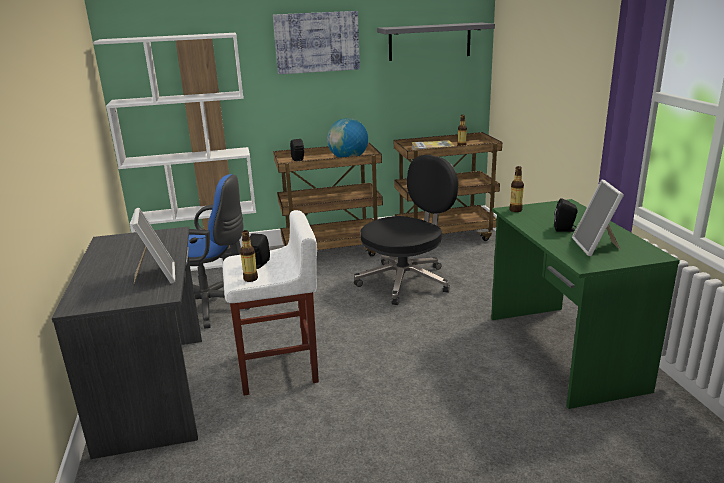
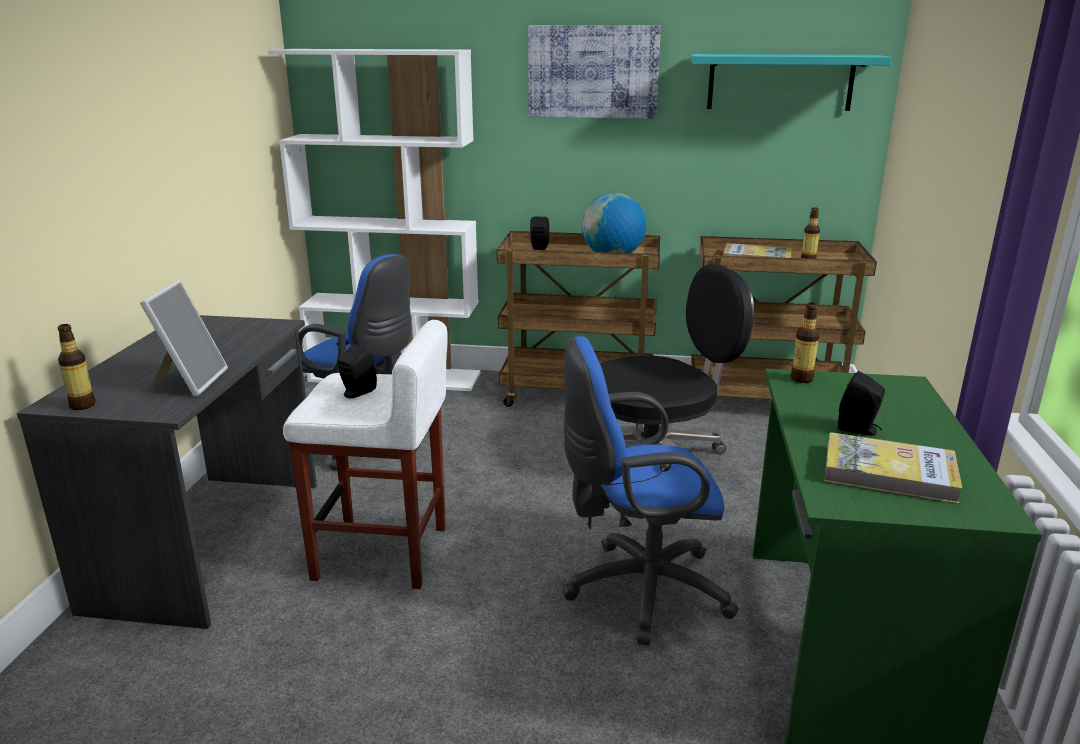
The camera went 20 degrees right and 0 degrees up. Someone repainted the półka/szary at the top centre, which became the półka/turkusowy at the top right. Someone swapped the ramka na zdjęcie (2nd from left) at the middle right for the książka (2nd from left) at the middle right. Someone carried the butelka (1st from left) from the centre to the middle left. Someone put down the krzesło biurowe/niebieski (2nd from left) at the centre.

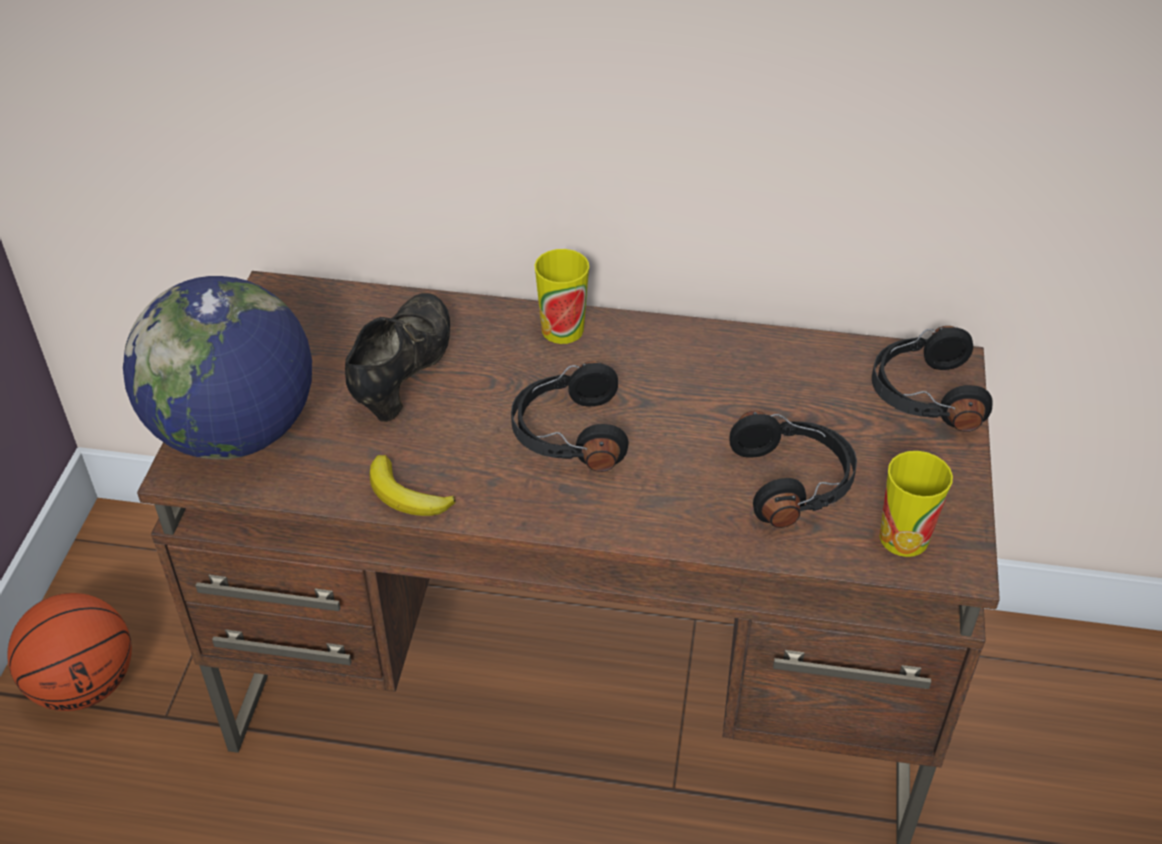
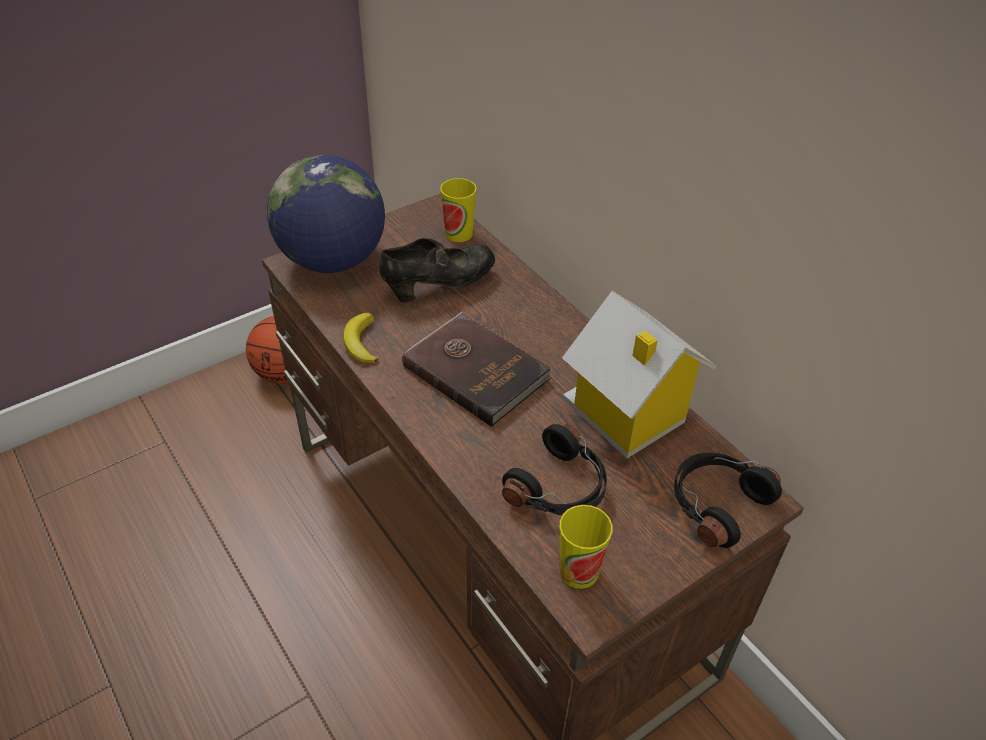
The camera went 45 degrees right and 0 degrees up. Someone carried the filiżanka (1st from left) from the centre to the top centre. Someone swapped the słuchawki/czarny (1st from left) at the centre for the książka/brązowy at the centre. Someone put down the domek at the centre.

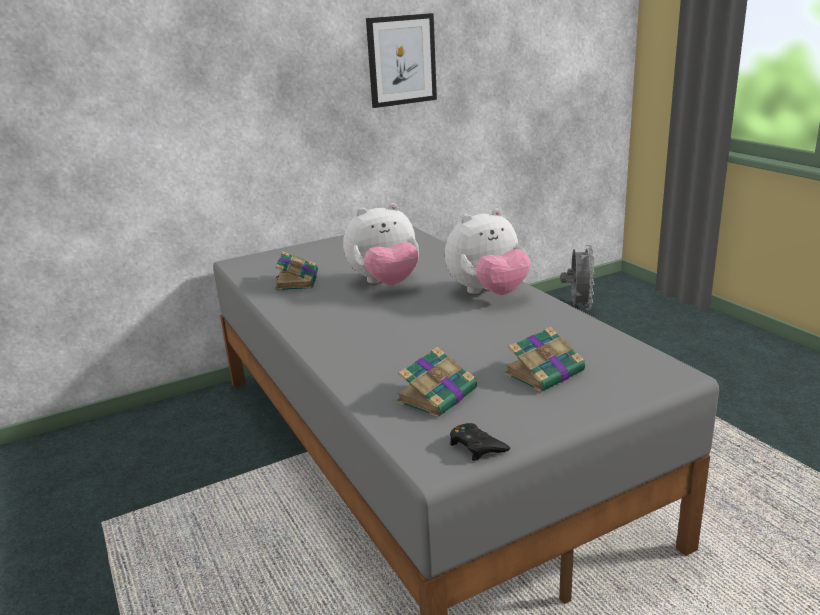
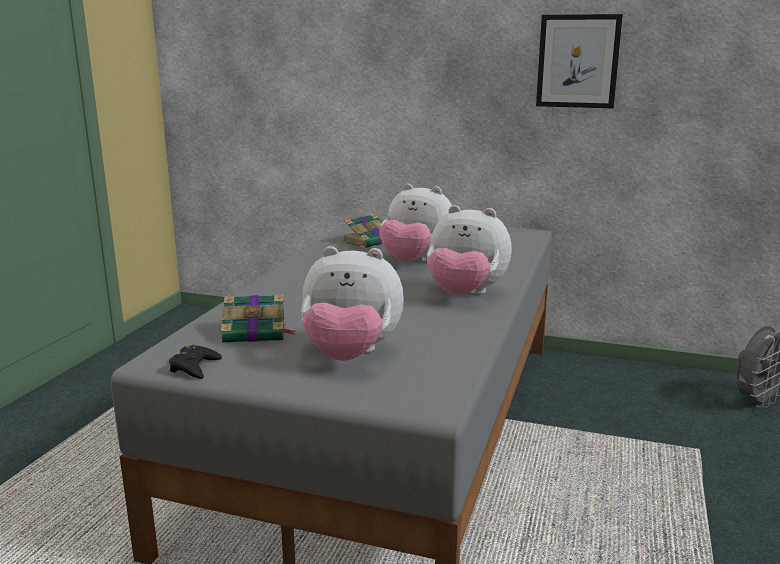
The camera went 45 degrees right and 5 degrees down. Someone swapped the książka (3rd from left) at the centre for the pluszak (1st from left) at the centre.

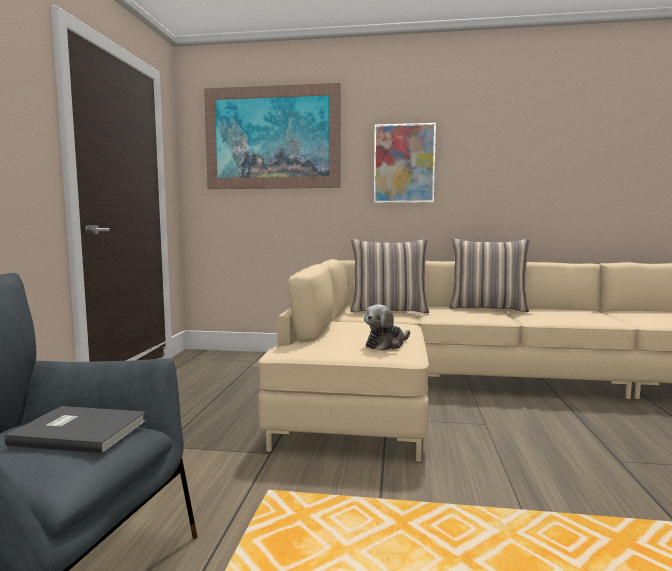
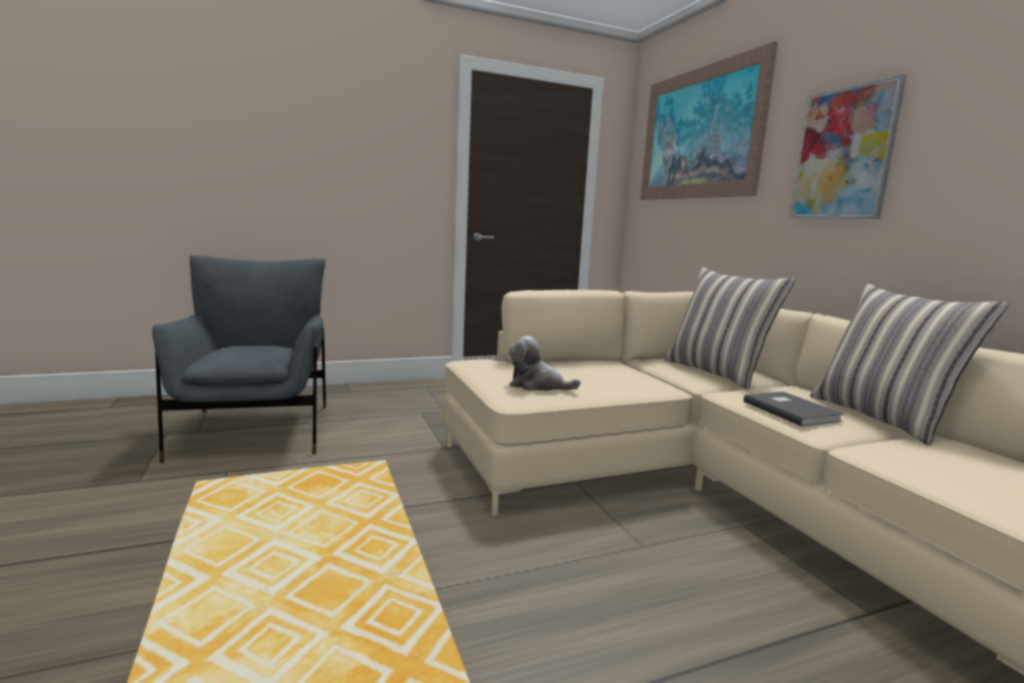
The camera went 60 degrees right and 5 degrees up. Someone carried the książka/szary from the bottom left to the middle right.

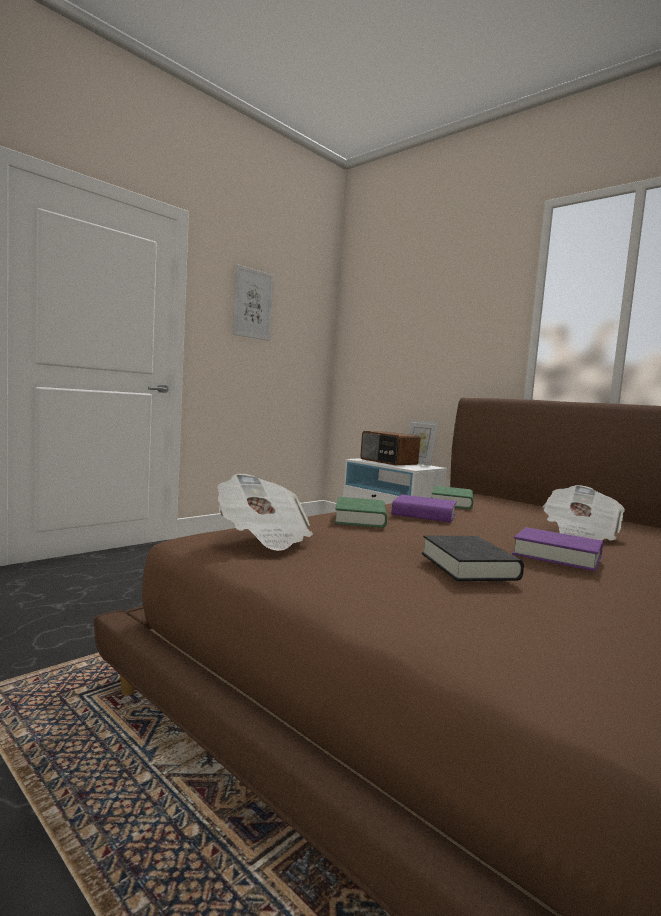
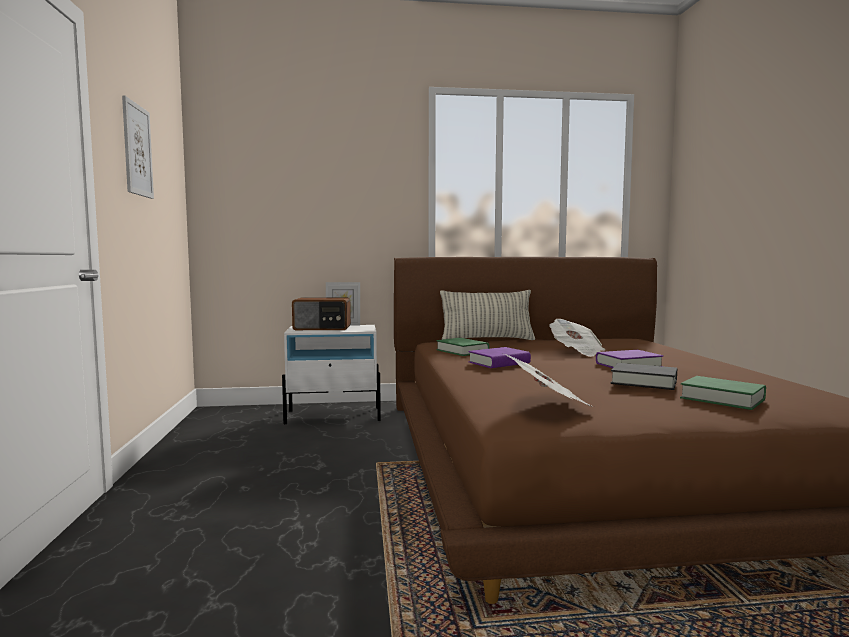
The camera went 50 degrees left and 0 degrees up. Someone carried the książka/zielony (1st from left in the first image) from the centre to the middle right. Someone put down the poduszka at the centre.

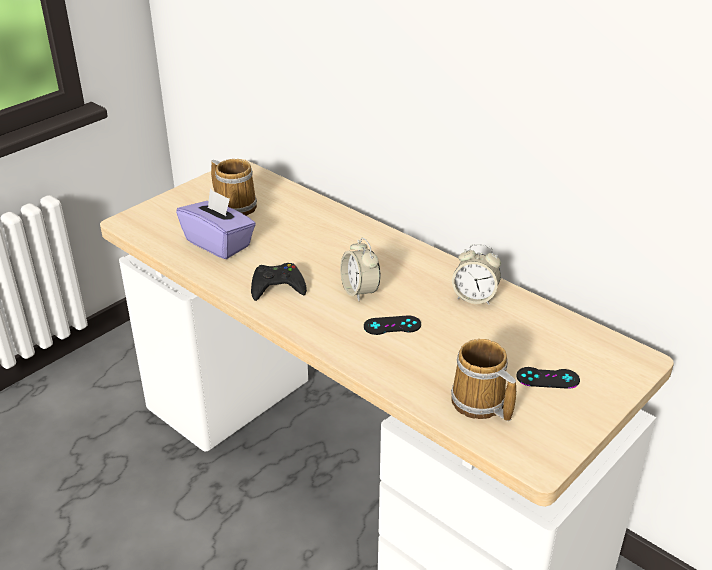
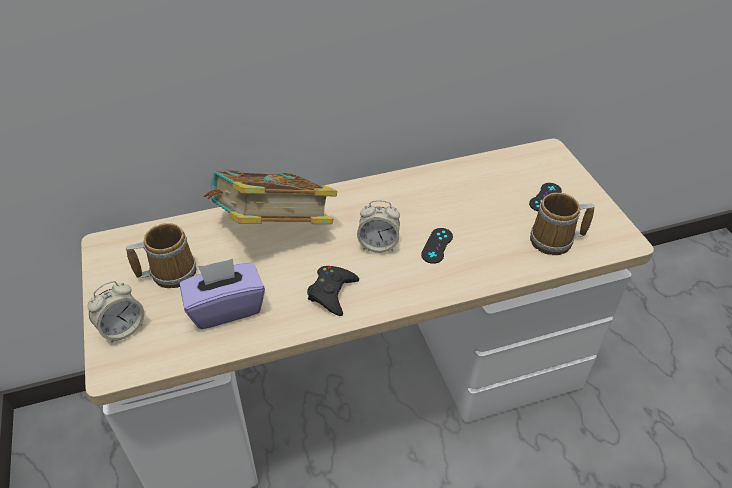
The camera went 60 degrees left and 10 degrees up. Someone carried the budzik (2nd from left in the first image) from the middle right to the middle left. Someone put down the książka at the centre.

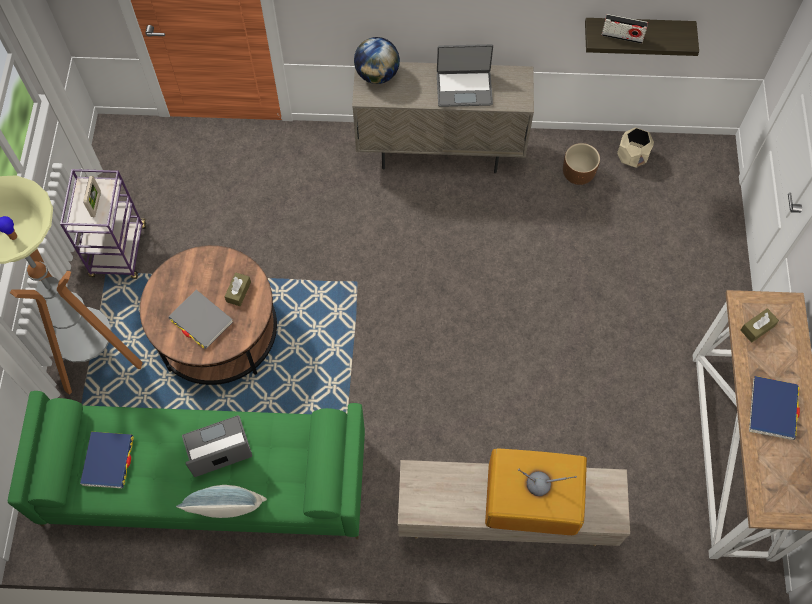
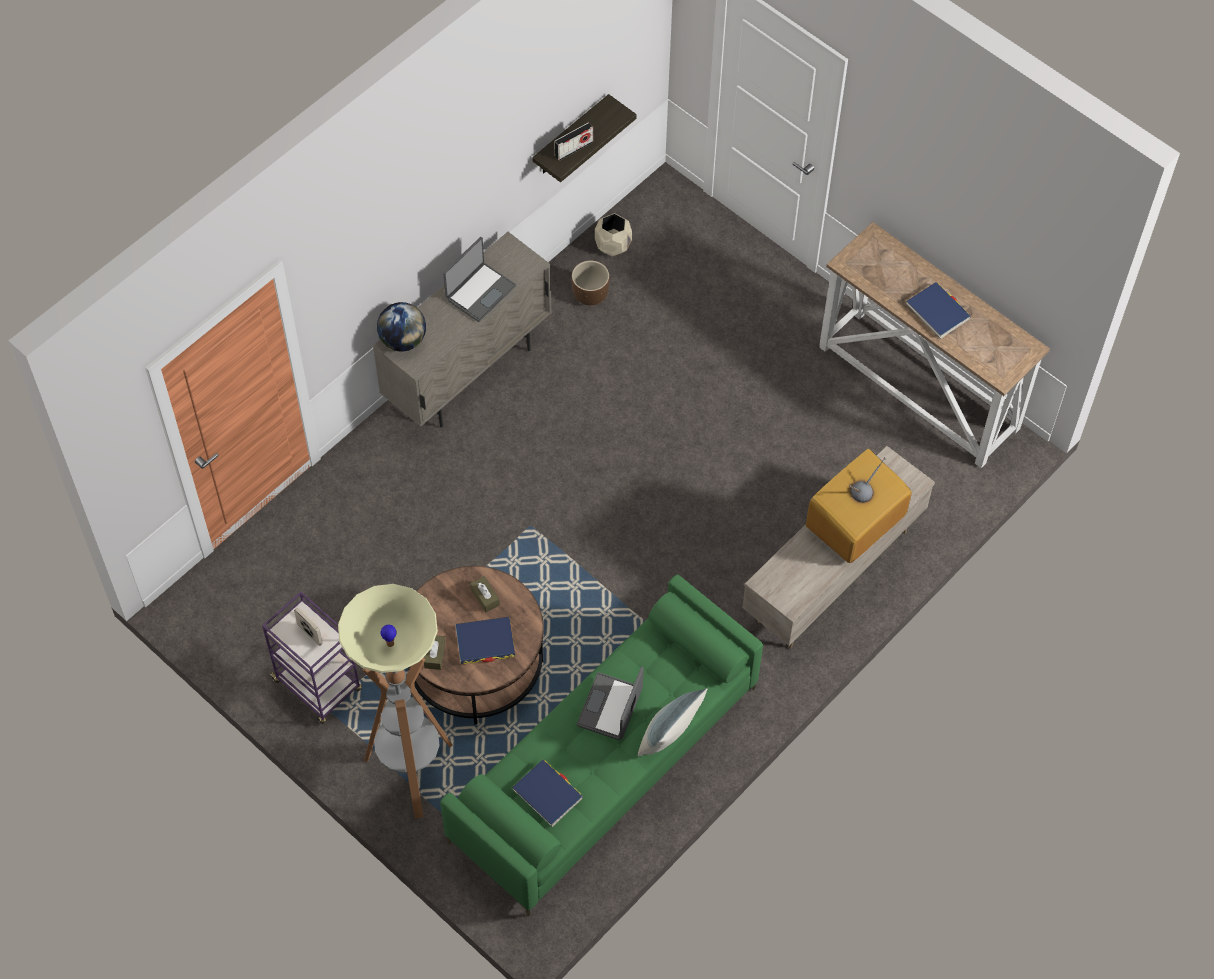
The camera went 50 degrees left and 5 degrees down. Someone repainted the książka/szary at the middle left, which became the książka/niebieski (1st from left) at the centre. Someone carried the pudełko chusteczek/brązowy (2nd from left in the first image) from the middle right to the centre.

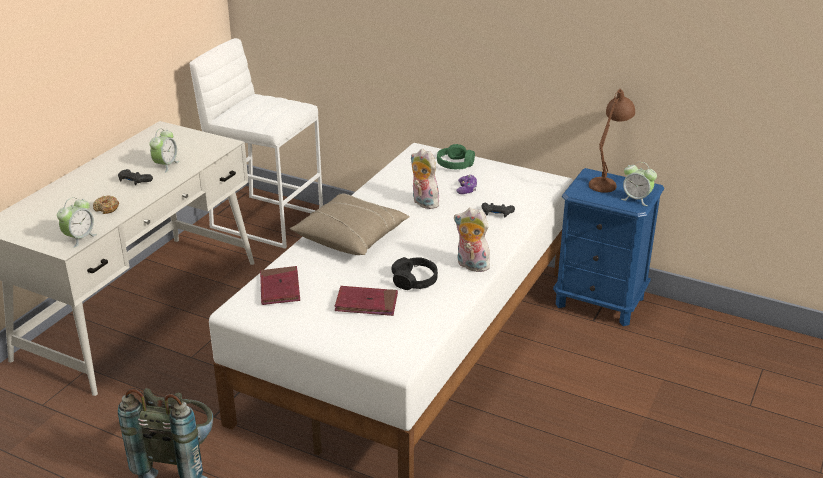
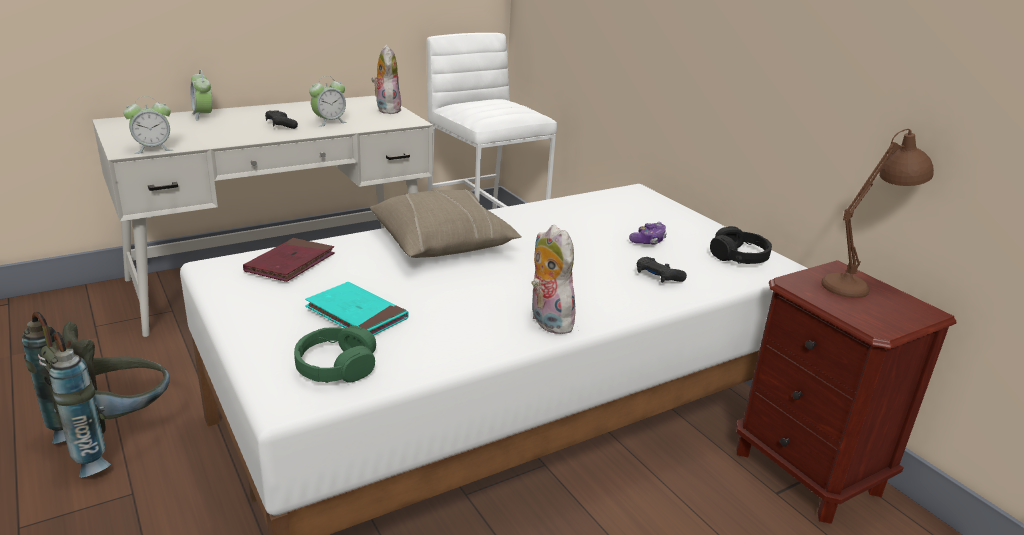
The camera went 30 degrees right and 5 degrees down. Someone carried the słuchawki/zielony from the top centre to the middle left. Someone carried the pluszak (1st from left) from the centre to the top centre. Someone carried the budzik (3rd from left in the first image) from the middle right to the top left. Someone repainted the szafka nocna/niebieski at the middle right, which became the szafka nocna/brązowy at the bottom right. Someone took away the donut at the middle left. Someone carried the słuchawki/czarny from the centre to the middle right. Someone repainted the książka/czerwony (2nd from left) at the centre, which became the książka/turkusowy at the centre.

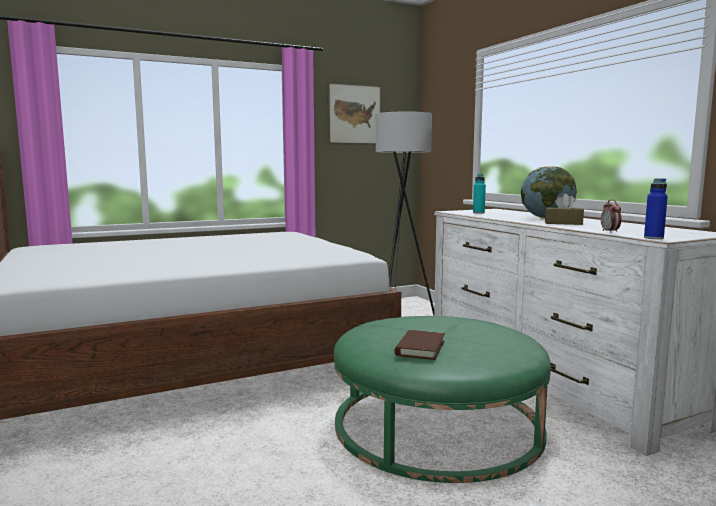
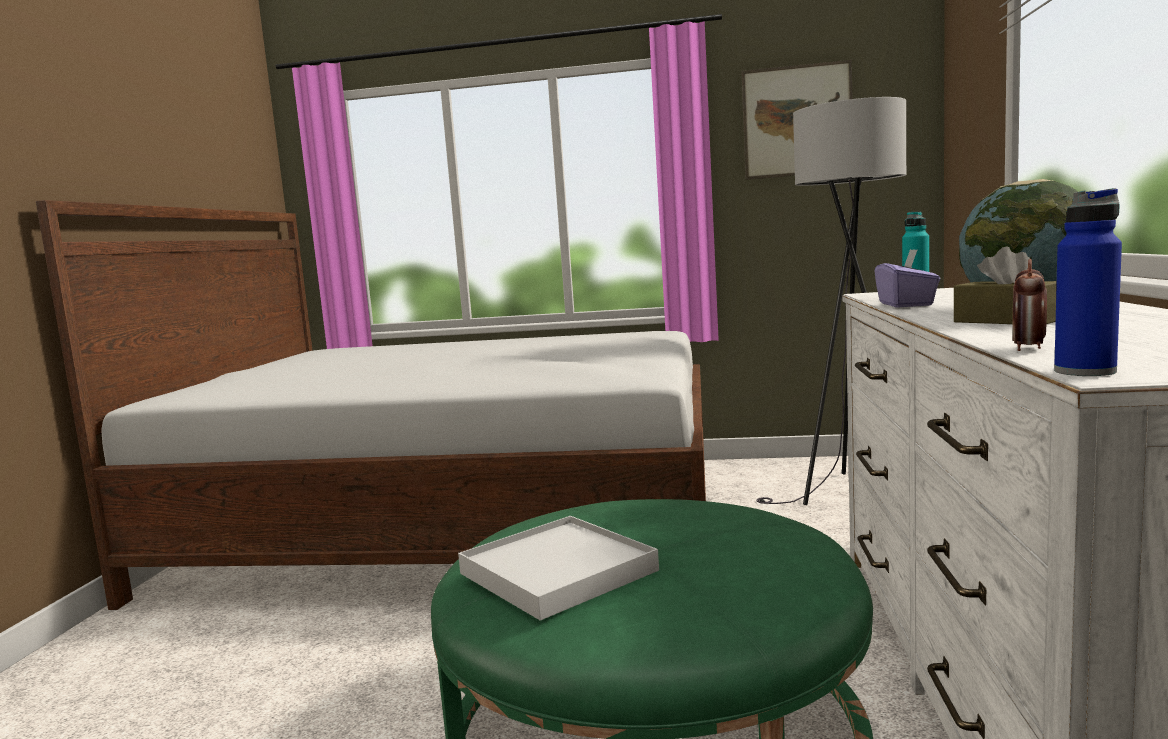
The camera went 35 degrees right and 0 degrees up. Someone swapped the książka/brązowy at the bottom centre for the taca/biały at the bottom centre. Someone put down the pudełko chusteczek/fioletowy at the middle right.

